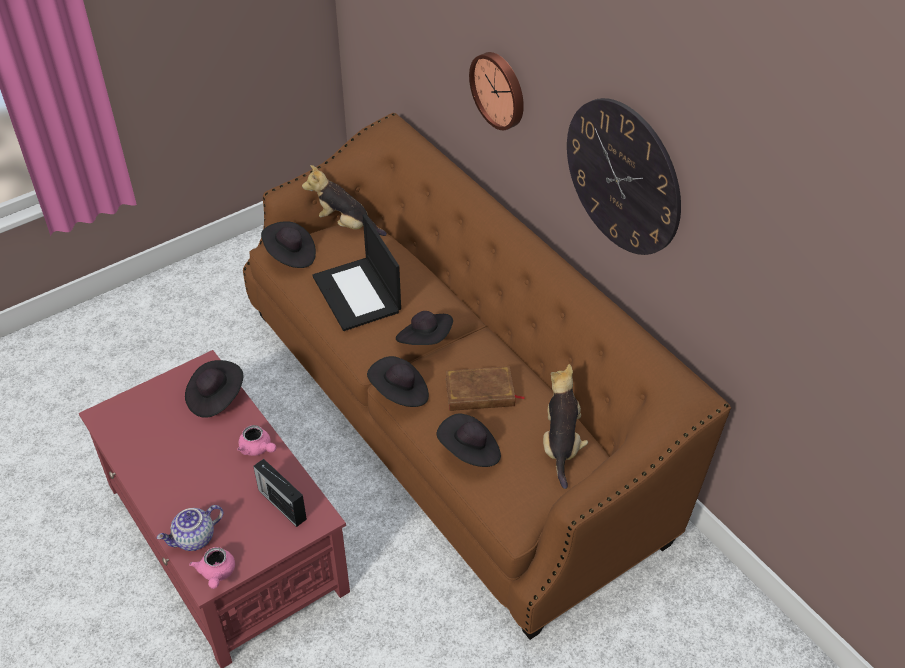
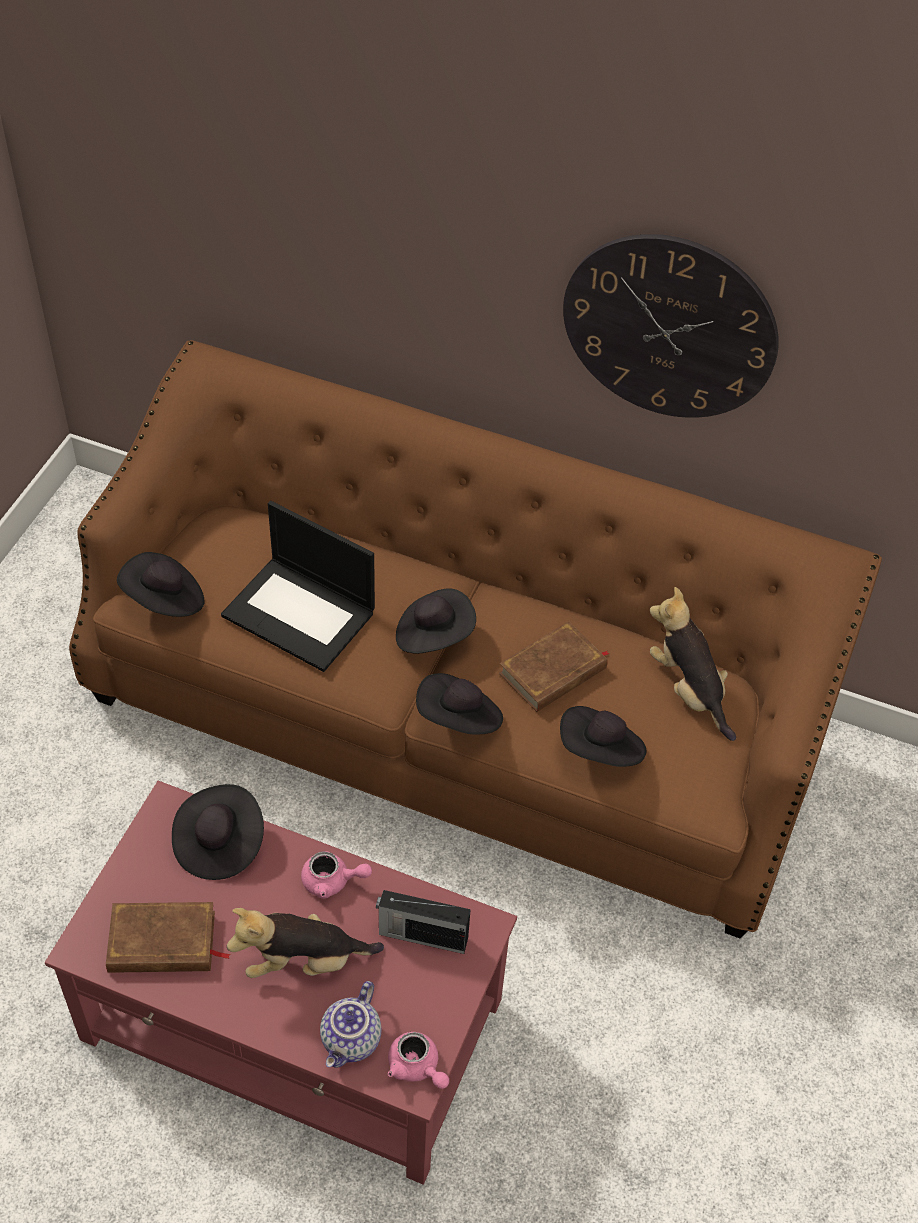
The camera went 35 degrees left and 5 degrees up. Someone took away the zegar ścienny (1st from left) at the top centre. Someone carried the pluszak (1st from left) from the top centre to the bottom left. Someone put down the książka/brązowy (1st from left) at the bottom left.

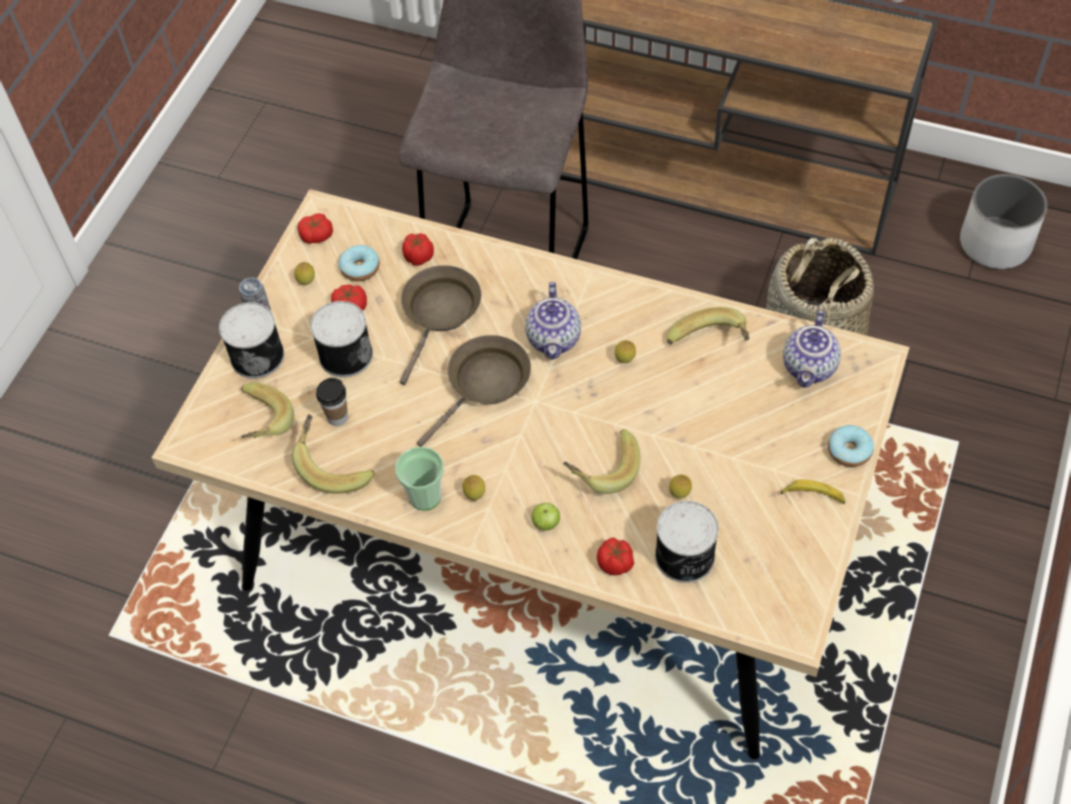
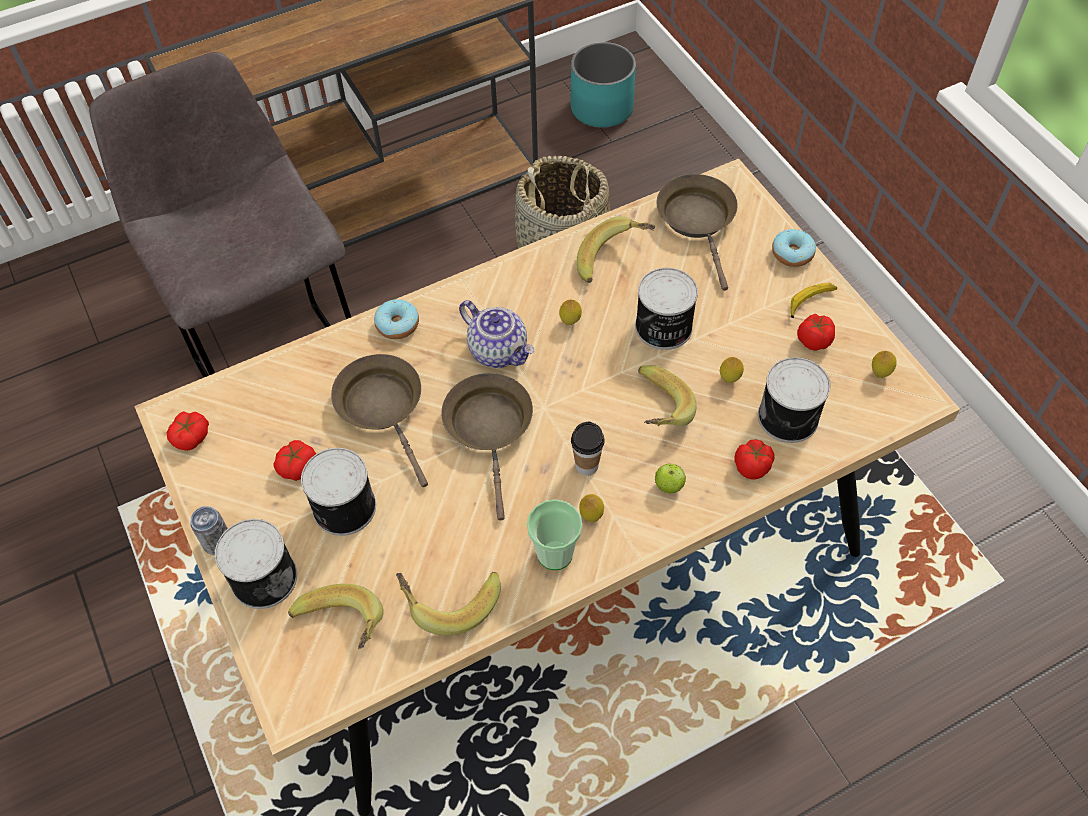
The camera went 50 degrees left and 0 degrees up. Someone repainted the donica/biały at the top right, which became the donica/turkusowy at the top centre. Someone carried the pomidor (3rd from left in the first image) from the top centre to the middle right. Someone carried the donut (1st from left) from the top centre to the centre. Someone carried the cytryna (1st from left in the first image) from the middle left to the middle right. Someone swapped the imbryk (2nd from left) at the middle right for the patelnia/brązowy (3rd from left) at the top centre. Someone carried the filiżanka (1st from left in the first image) from the middle left to the centre. Someone put down the puszka (4th from left) at the centre.

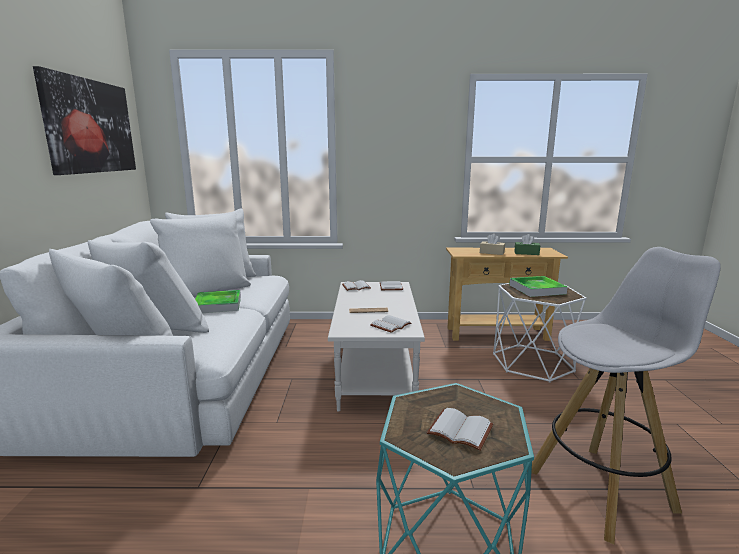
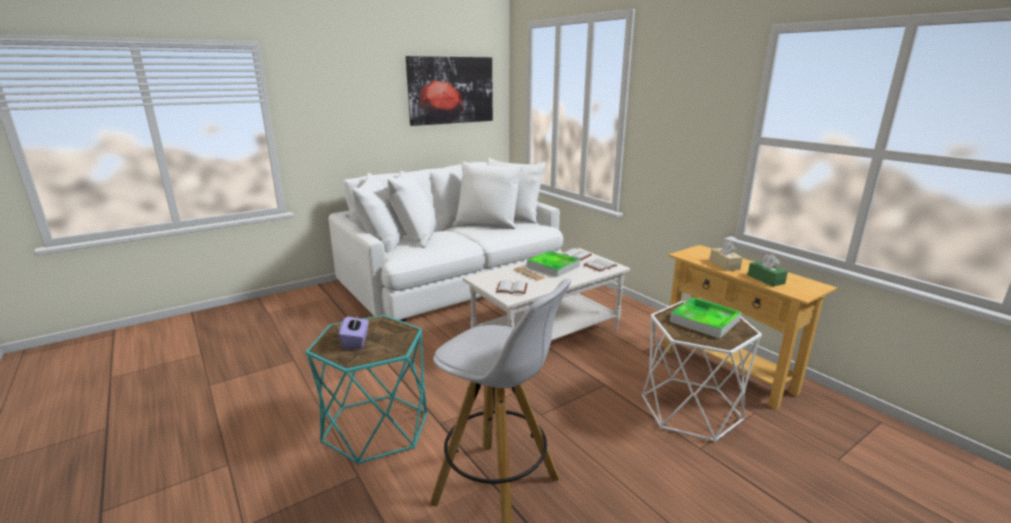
The camera went 55 degrees right and 5 degrees up. Someone carried the taca (1st from left) from the middle left to the centre. Someone swapped the książka/biały (4th from left) at the bottom centre for the pudełko chusteczek/fioletowy at the centre.

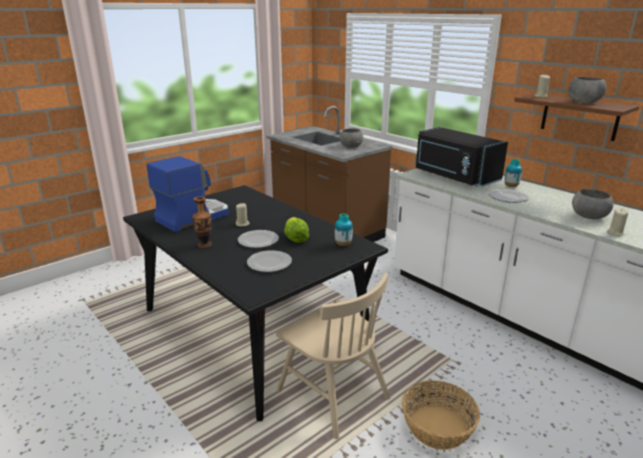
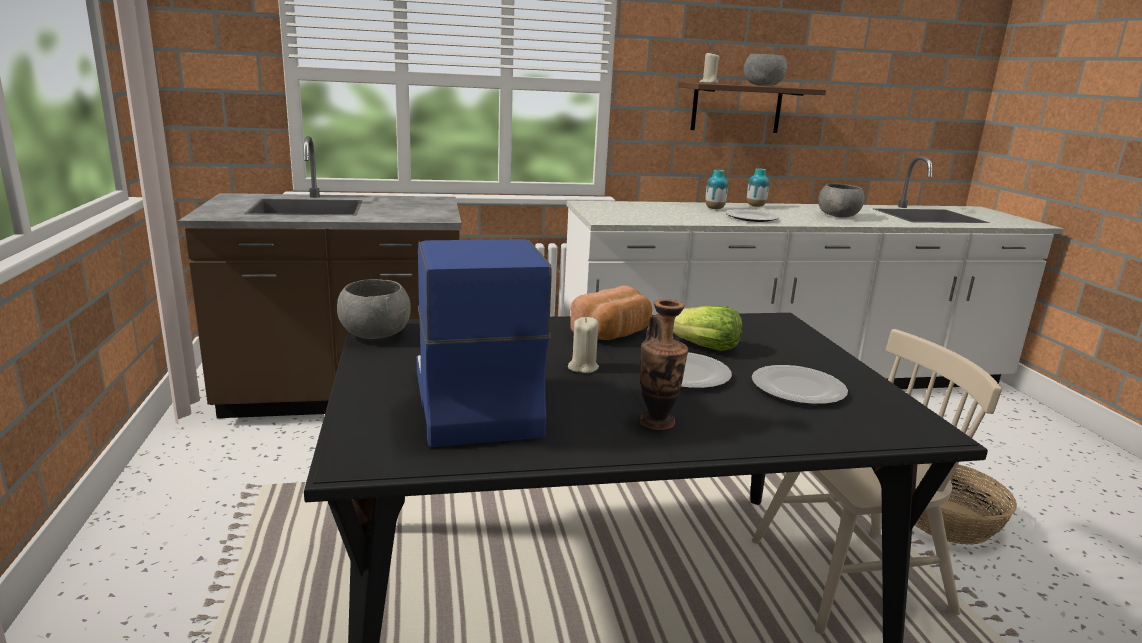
The camera went 60 degrees left and 5 degrees down. Someone took away the mikrofalówka/czarny at the middle right. Someone carried the miska/szary (1st from left) from the top centre to the middle left. Someone took away the świeca/beżowy (3rd from left) at the middle right. Someone carried the wazon (2nd from left in the first image) from the centre to the top centre. Someone put down the chleb at the centre.

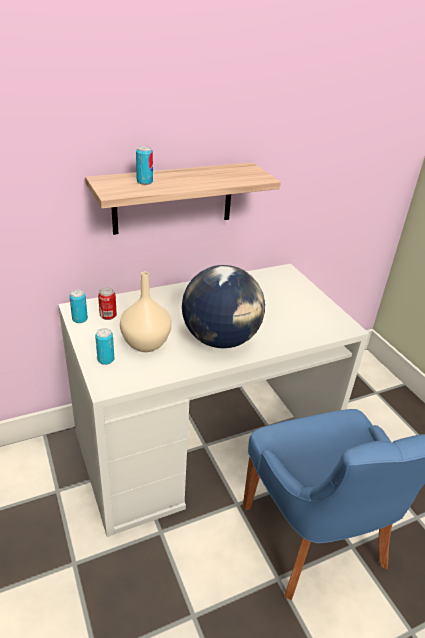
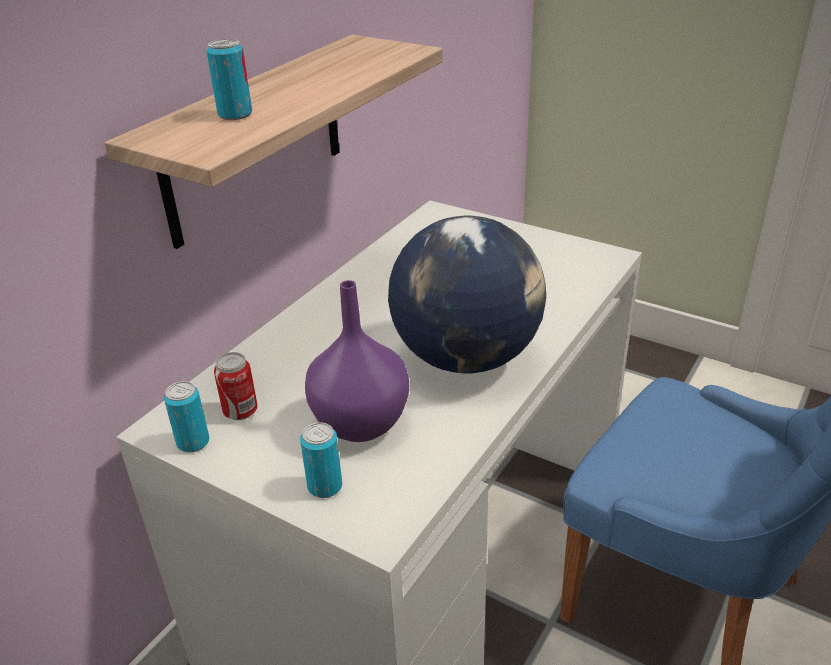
The camera went 30 degrees left and 0 degrees up. Someone repainted the wazon/beżowy at the centre, which became the wazon/fioletowy at the centre.

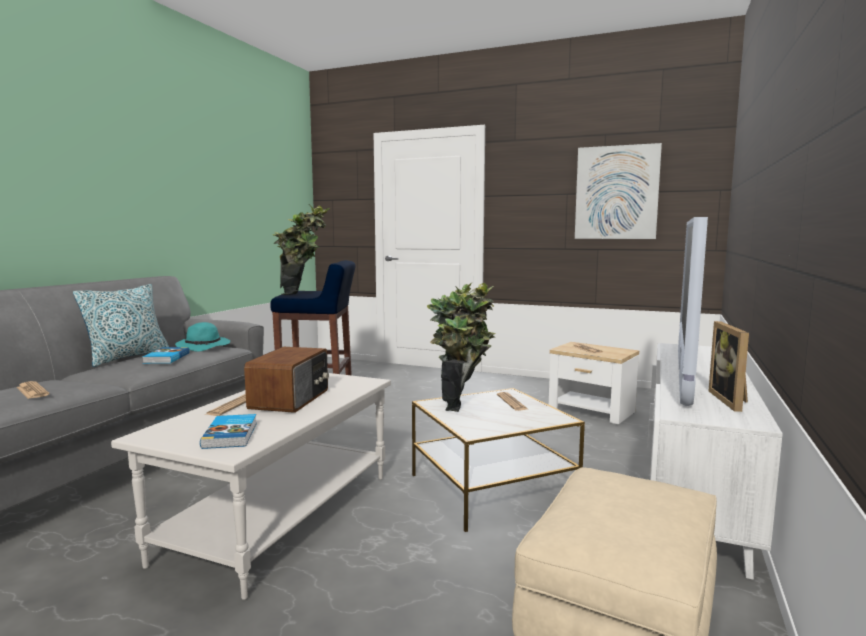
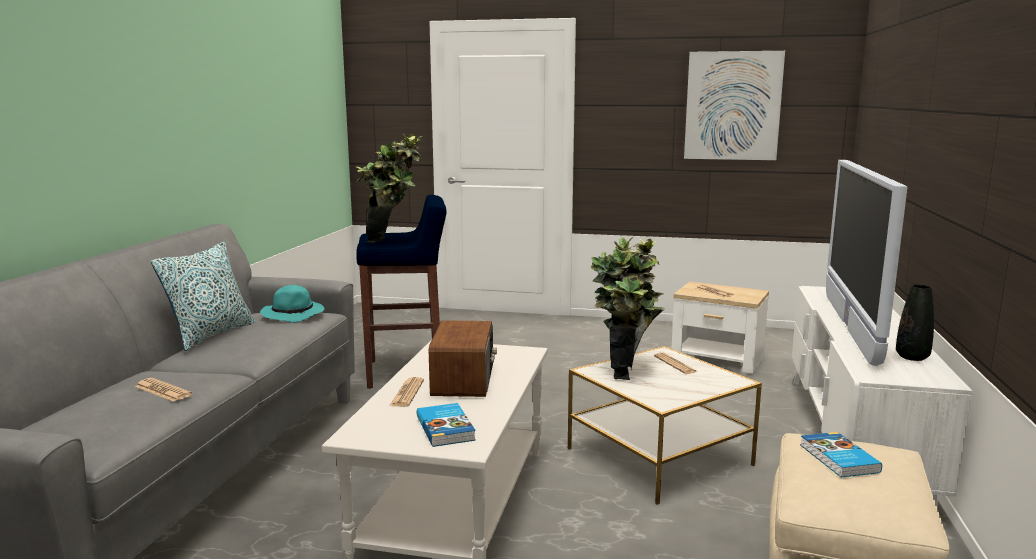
The camera went 10 degrees left and 5 degrees up. Someone swapped the ramka na zdjęcie at the middle right for the wazon/czarny at the middle right. Someone carried the książka (1st from left in the first image) from the middle left to the bottom right.

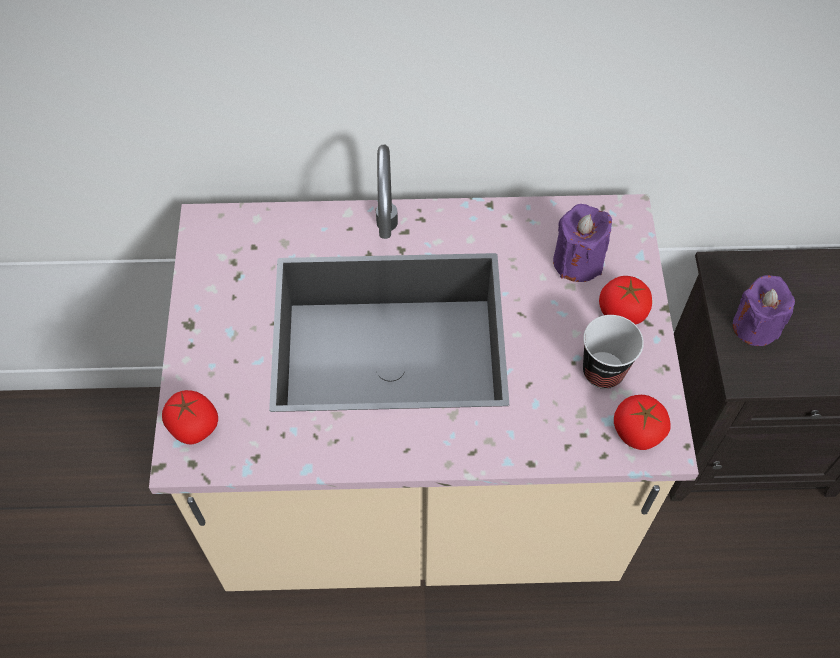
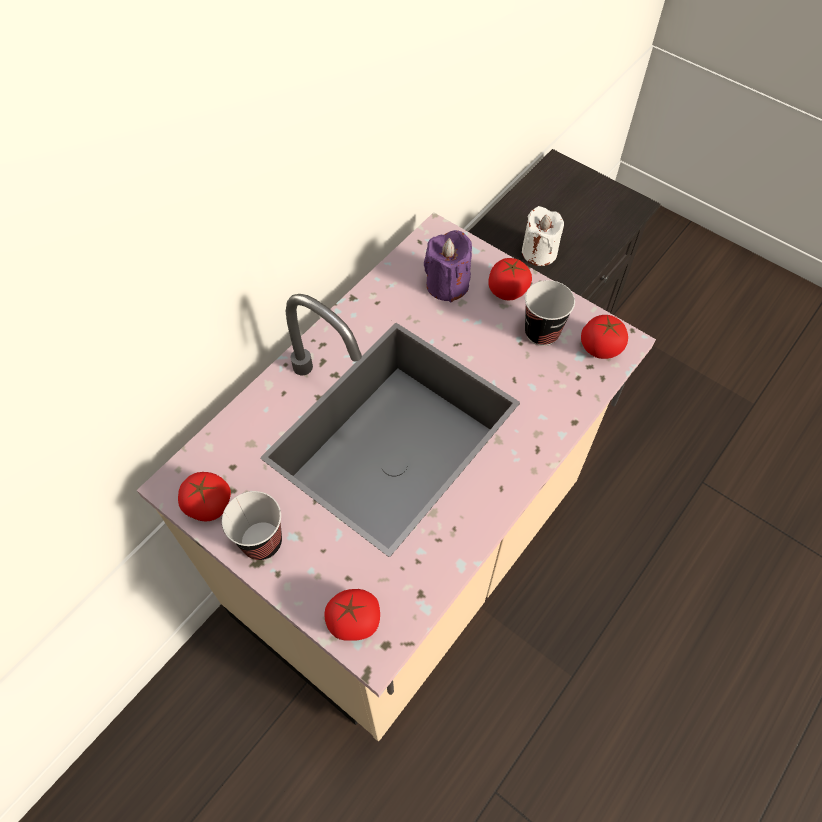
The camera went 50 degrees left and 0 degrees up. Someone repainted the świeca/fioletowy (2nd from left) at the middle right, which became the świeca/biały at the top centre. Someone put down the pomidor (1st from left) at the middle left. Someone put down the filiżanka (1st from left) at the middle left.

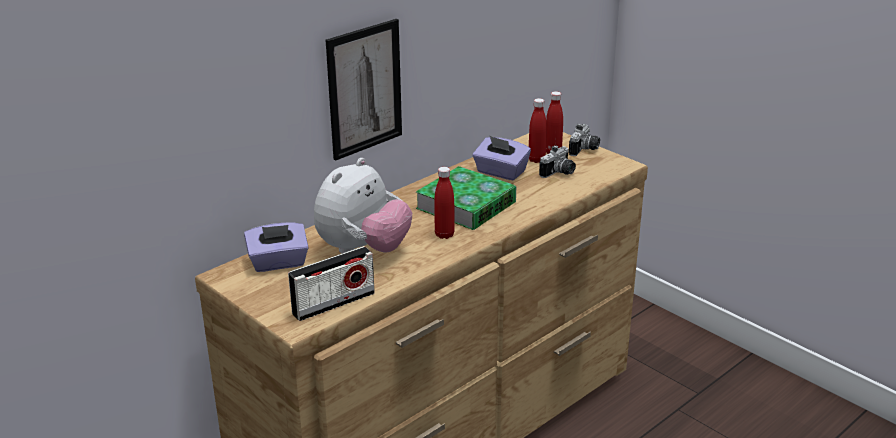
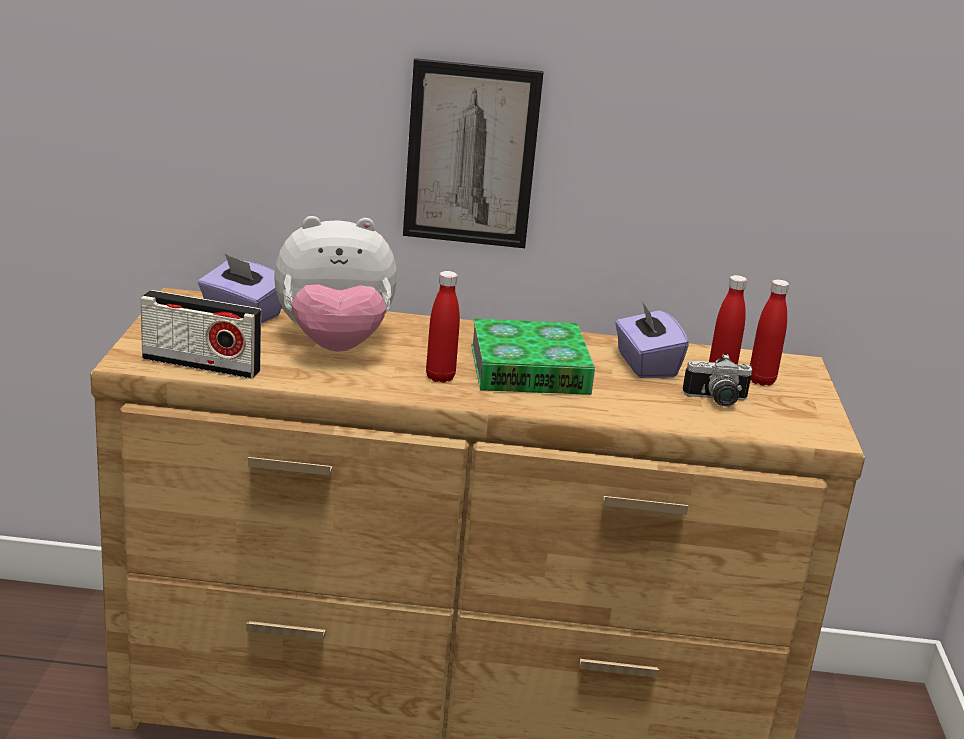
The camera went 45 degrees right and 5 degrees down. Someone took away the aparat fotograficzny (2nd from left) at the top centre.

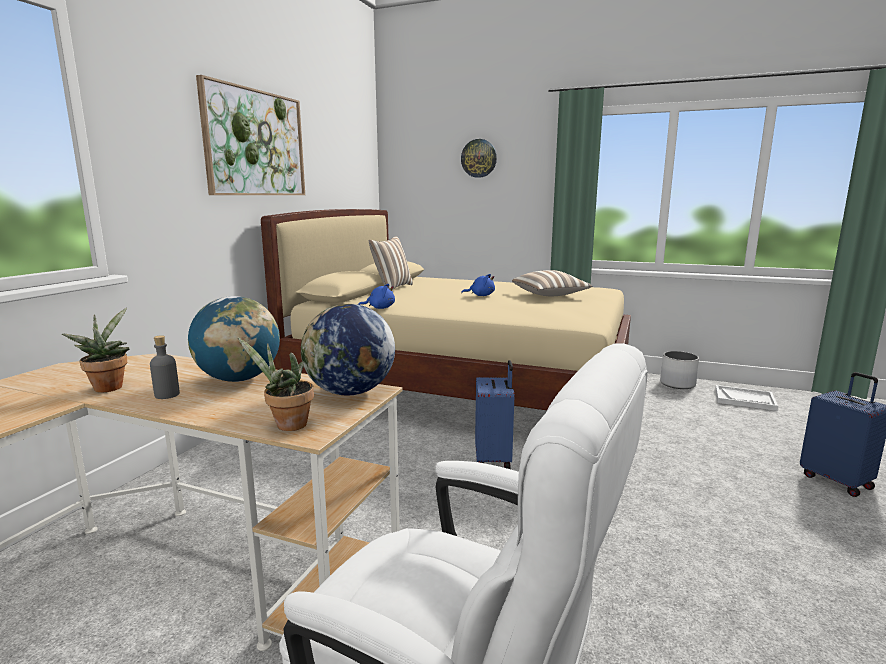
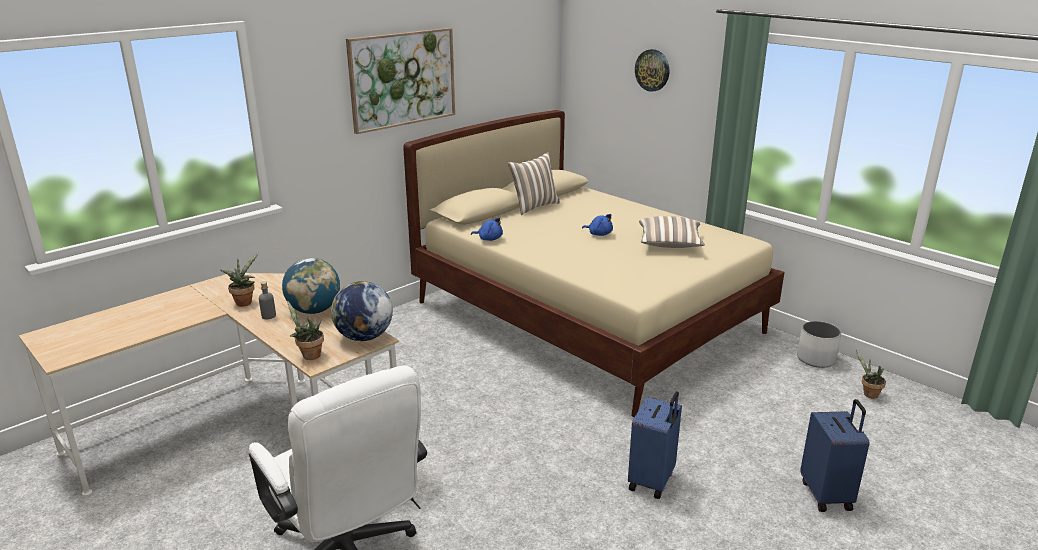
The camera went 25 degrees right and 10 degrees up. Someone carried the walizka/niebieski (1st from left) from the centre to the bottom centre. Someone swapped the taca/biały at the middle right for the roślina doniczkowa (3rd from left) at the bottom right.

